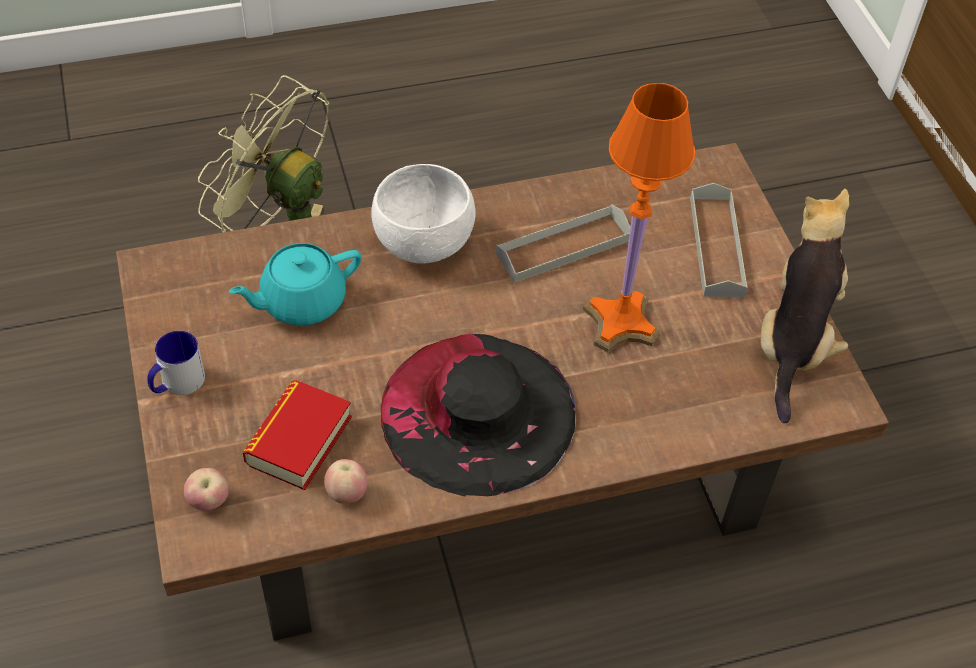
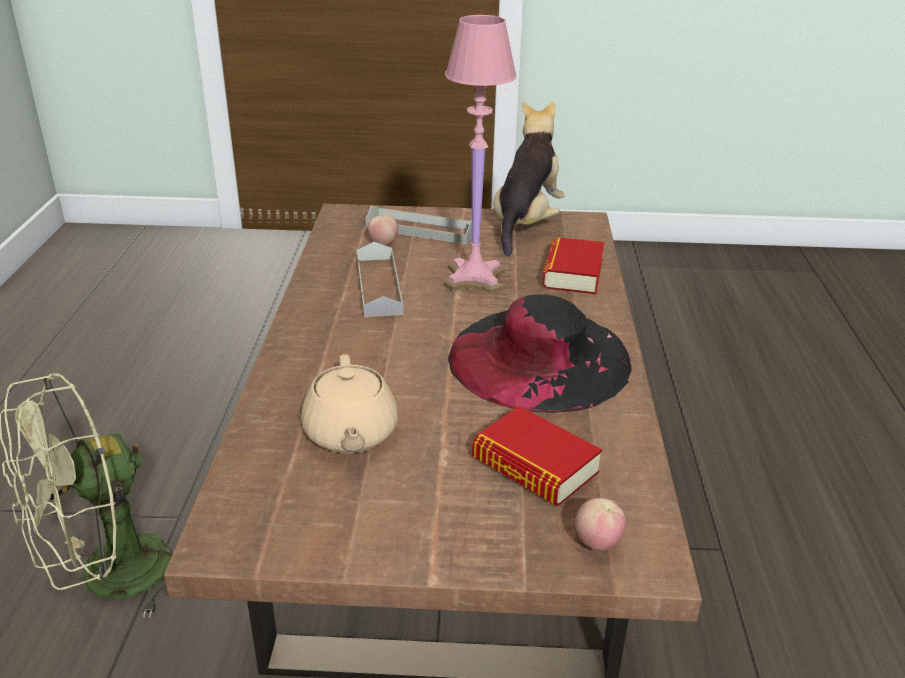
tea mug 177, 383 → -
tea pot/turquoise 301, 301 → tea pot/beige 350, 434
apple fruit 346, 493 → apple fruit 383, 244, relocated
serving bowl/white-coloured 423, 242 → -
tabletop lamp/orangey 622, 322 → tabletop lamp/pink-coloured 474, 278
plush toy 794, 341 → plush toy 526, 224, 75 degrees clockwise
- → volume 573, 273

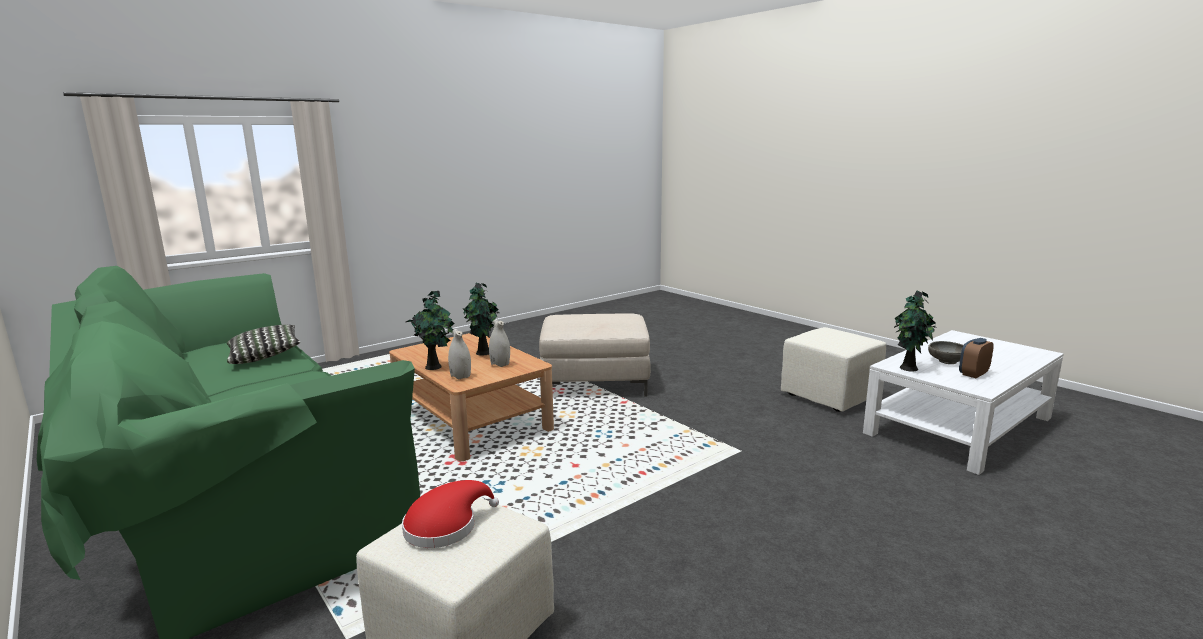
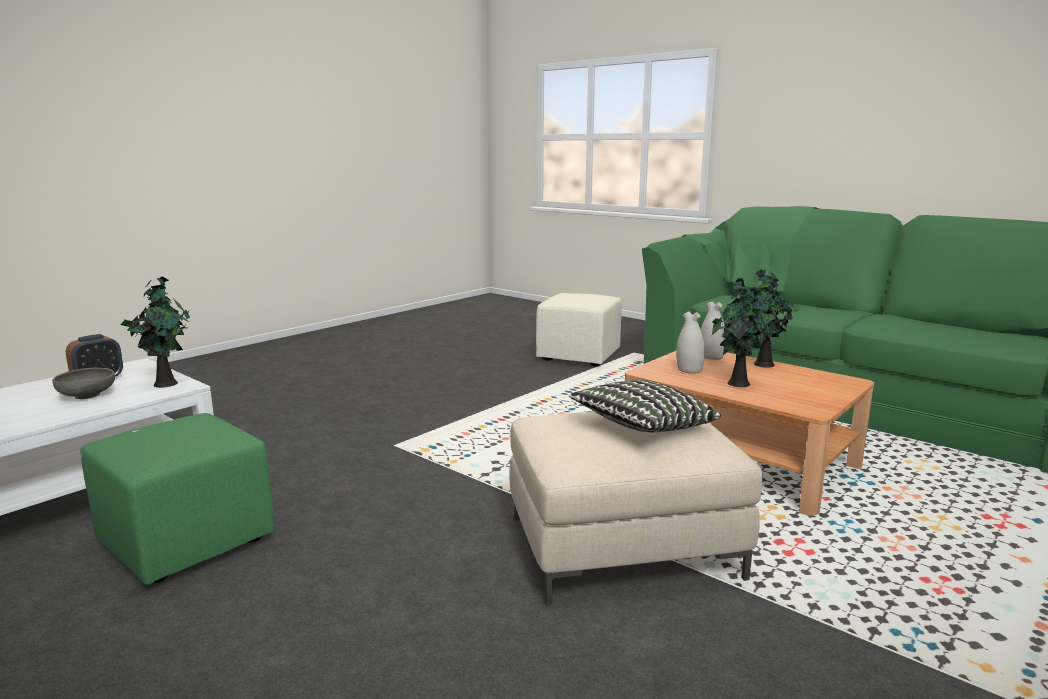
throw pillow 265, 356 → throw pillow 642, 428, relocated
clothing hat/reddish 445, 526 → -
pouffe/beige 831, 396 → pouffe/greenish 185, 541

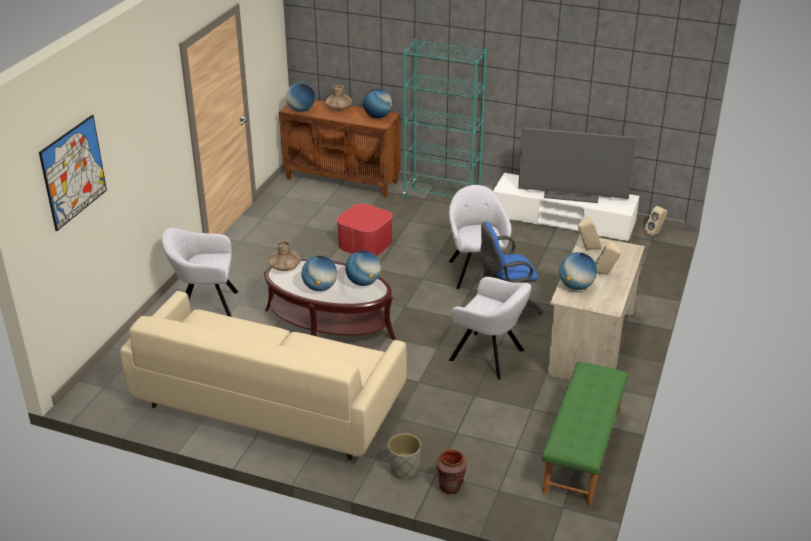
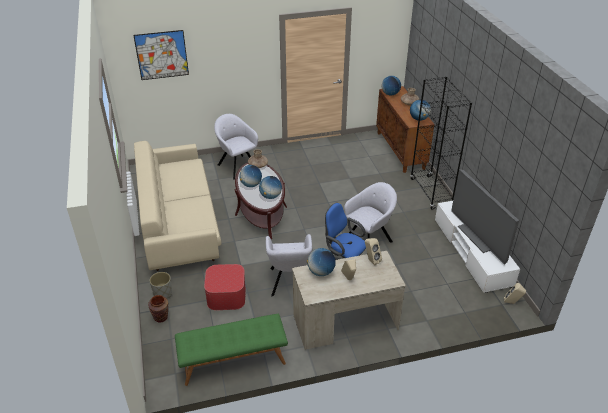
pouffe 365, 243 → pouffe 226, 295, relocated
bookshelf/turquoise 442, 198 → bookshelf/black-coloured 430, 192

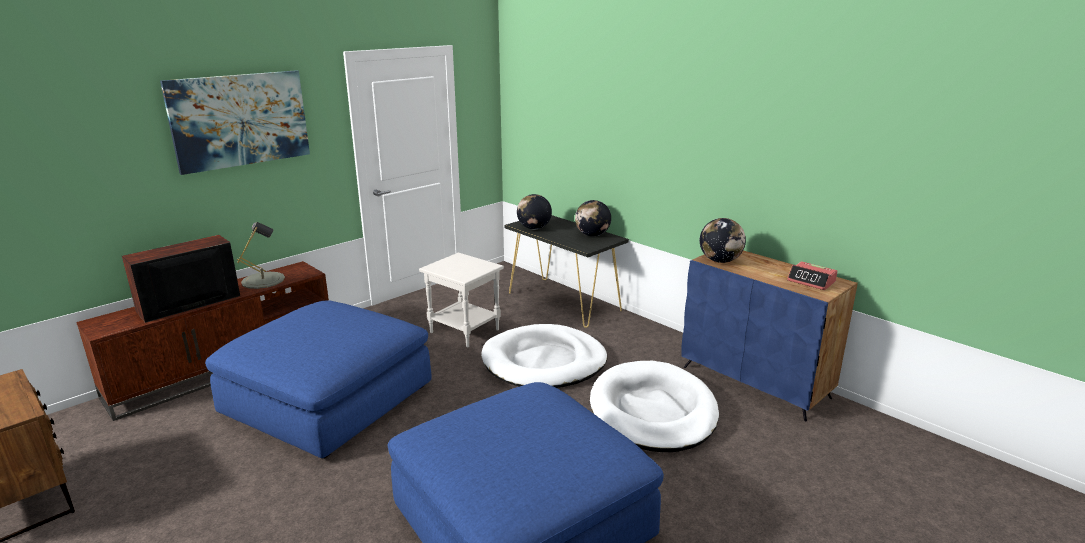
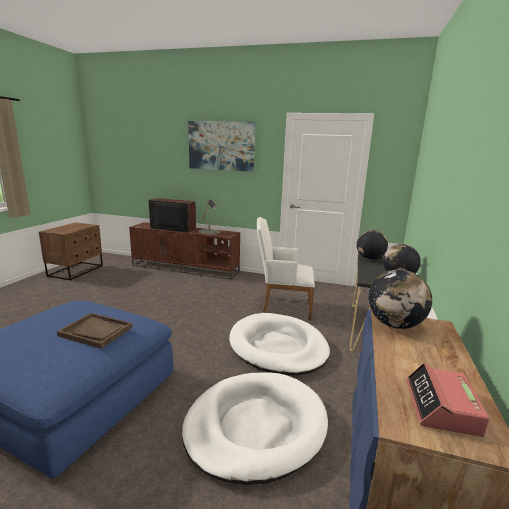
pouffe/bluish 328, 400 → -
side table/white-coloured 463, 331 → easy chair/white-coloured 282, 307
- → tray/brown 96, 331

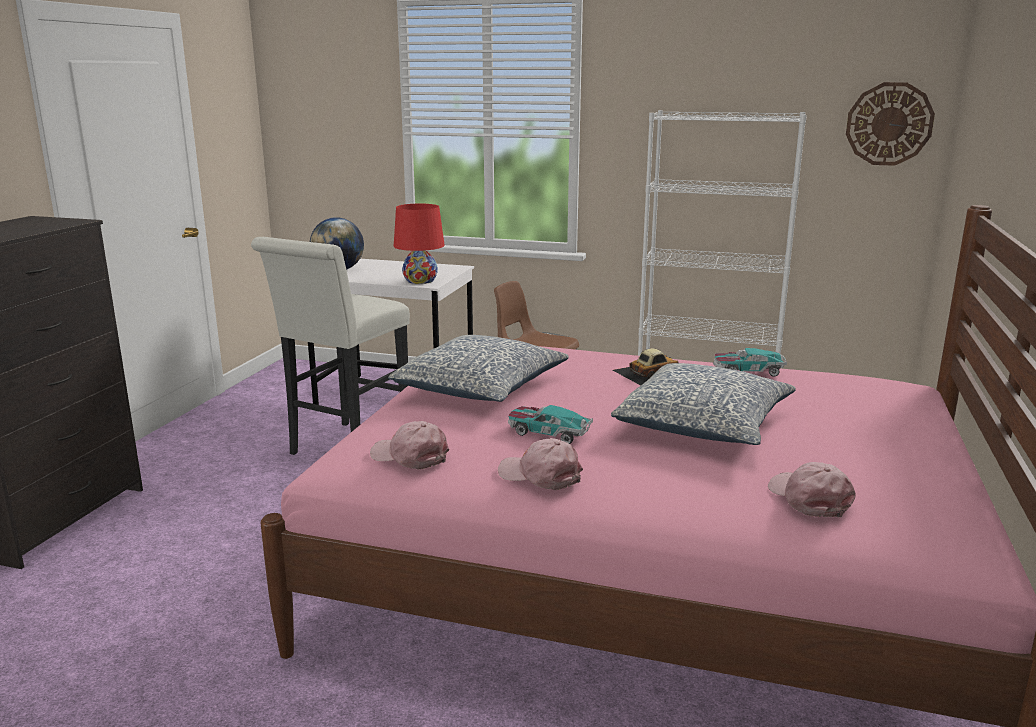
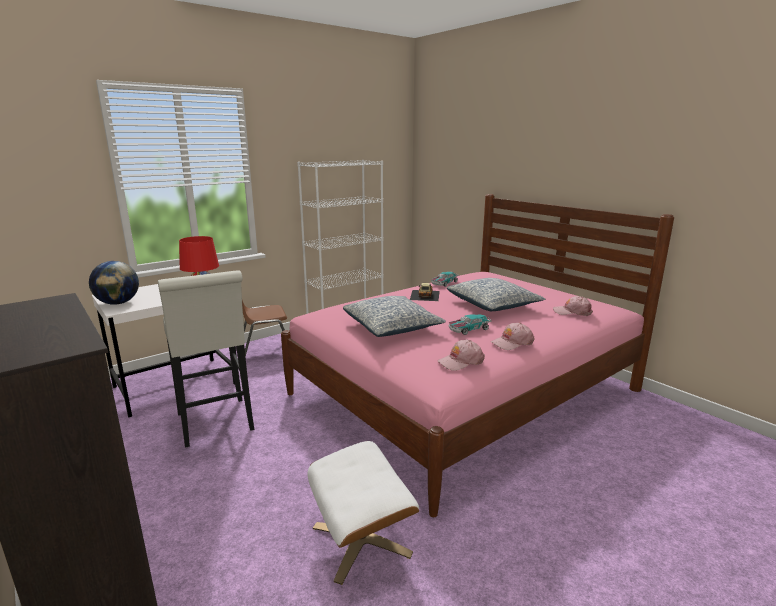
wall clock 889, 124 → -
- → pouffe/white-coloured 362, 540

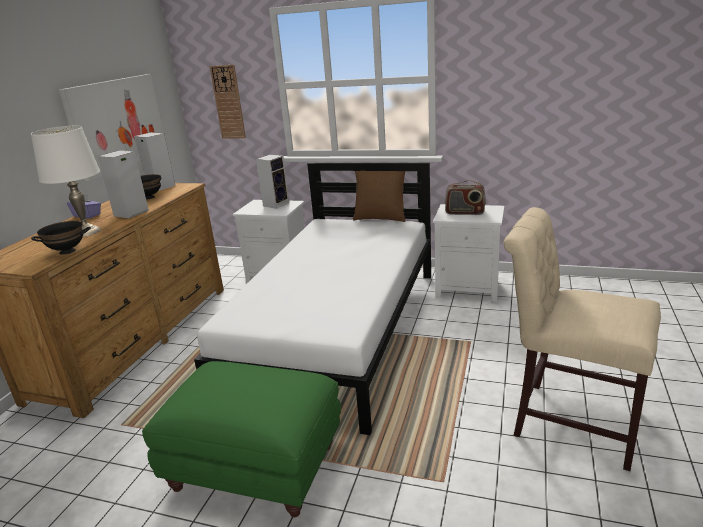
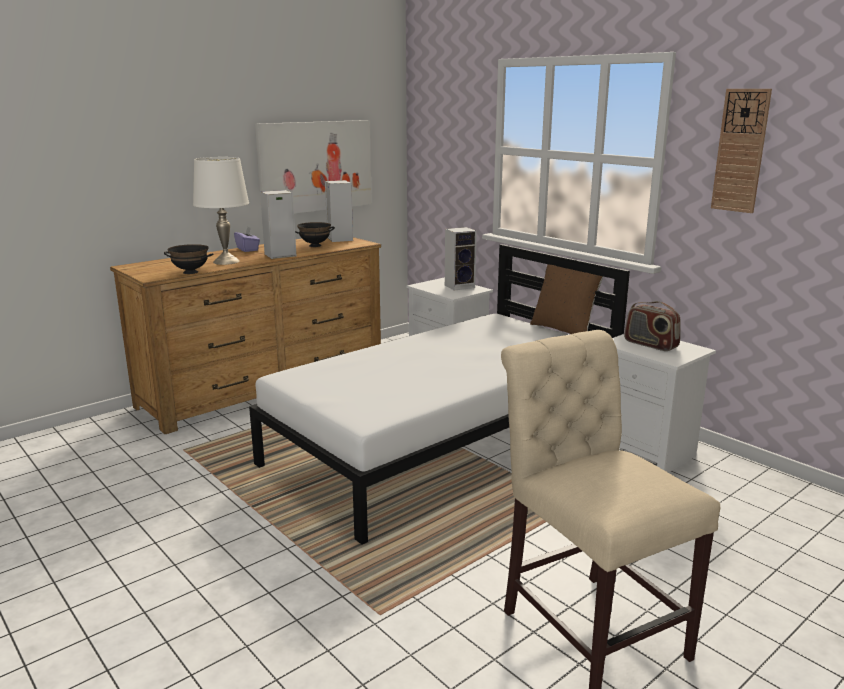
pouffe/greenish 257, 468 → -
wall clock 228, 102 → wall clock 740, 151, relocated

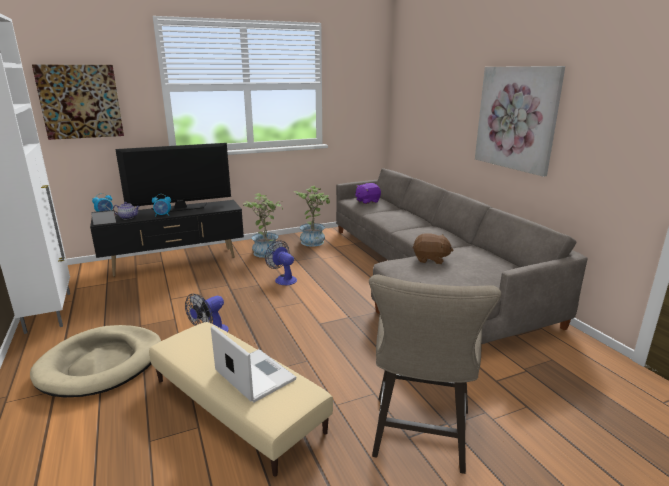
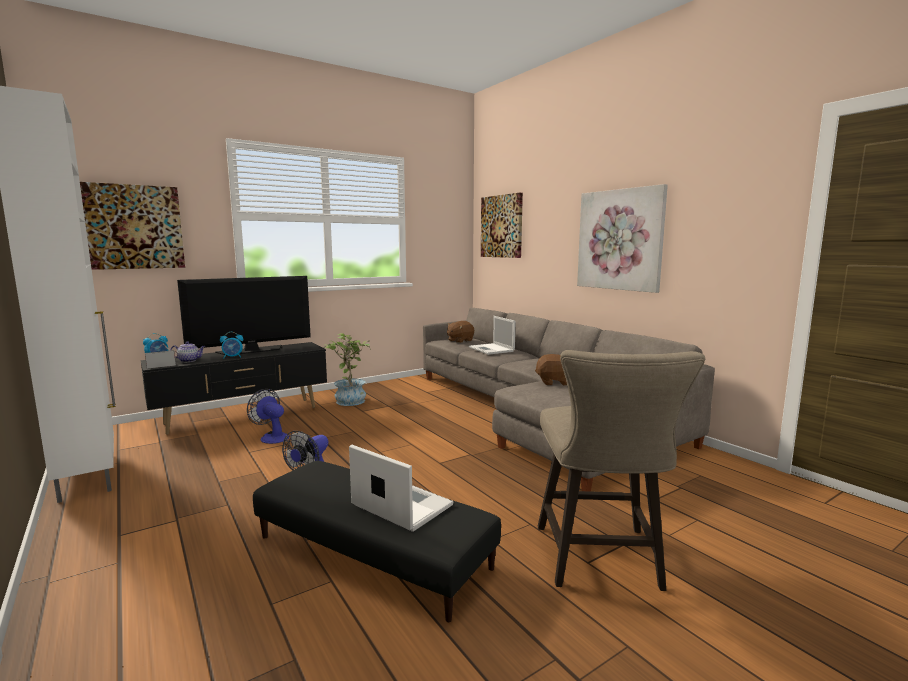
dog cushion/beige 101, 364 → -
pouffe/beige 236, 405 → pouffe/black-coloured 371, 552
cooling fan 283, 279 → cooling fan 271, 437, relocated
plant in a pot 314, 241 → -
plush toy/purplish 367, 201 → plush toy/brown 460, 340
- → notebook computer 492, 349
- → wall picture 502, 226

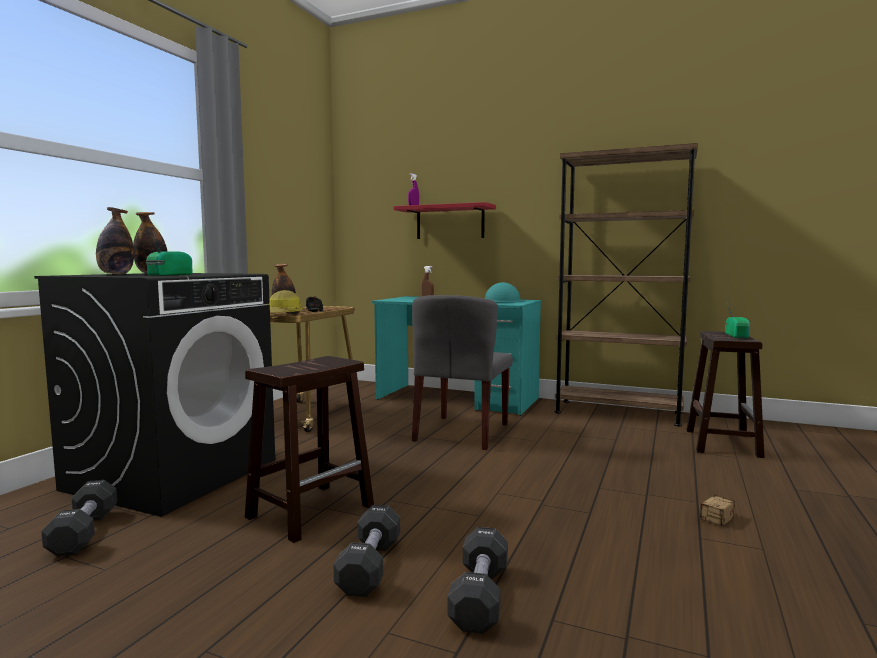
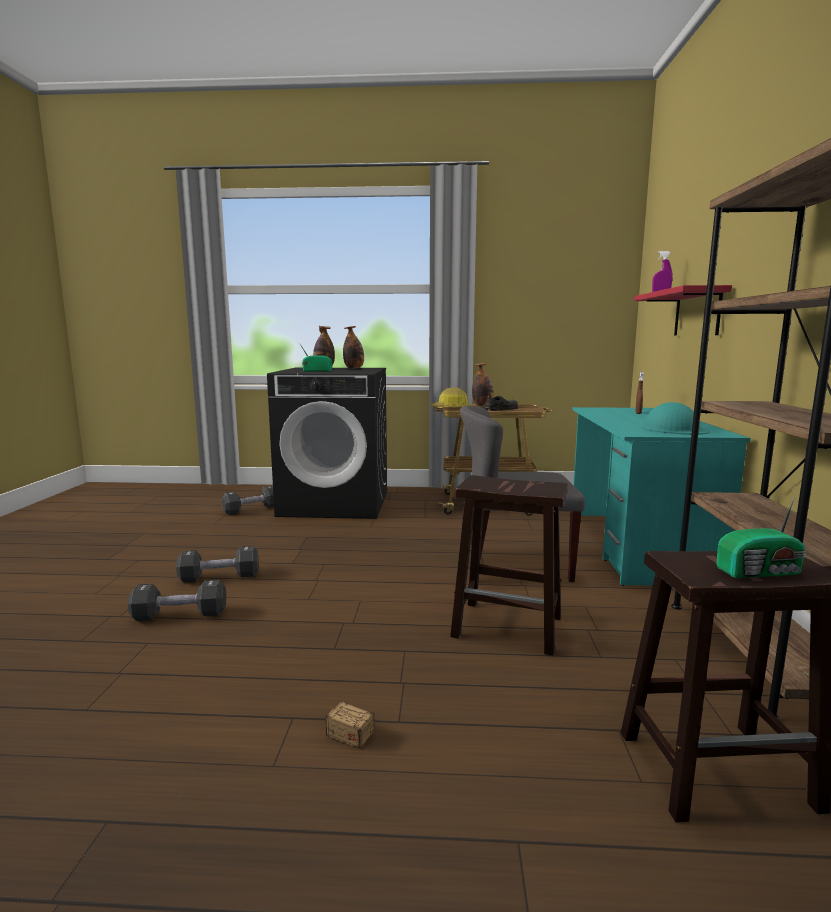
stool/brown 312, 510 → stool/brown 509, 626, relocated

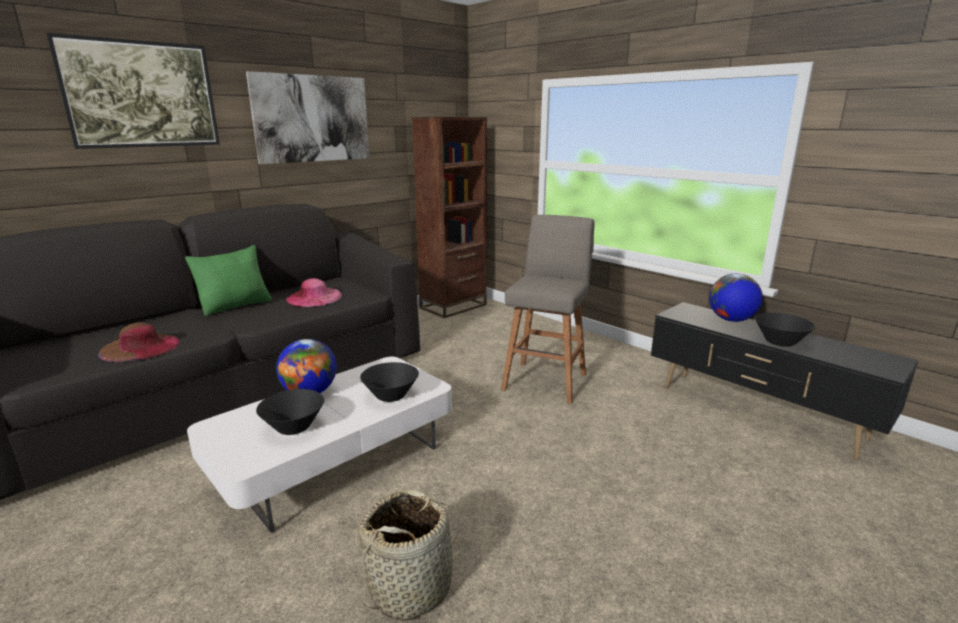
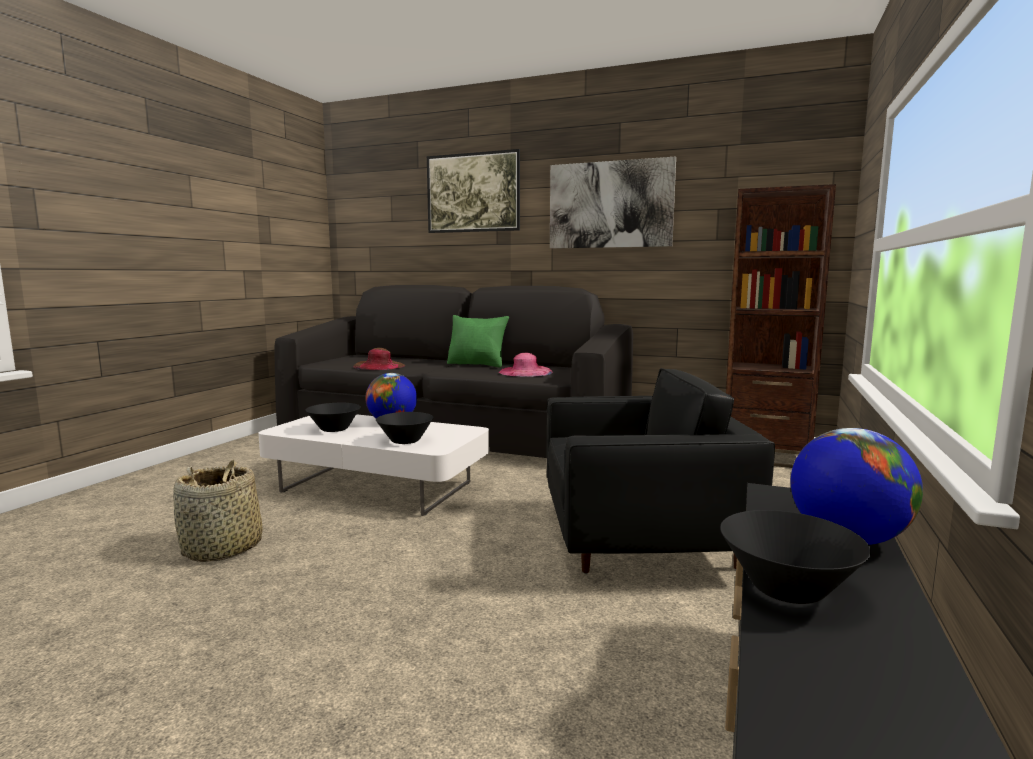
stool/greyish 545, 380 → easy chair/black-coloured 639, 542

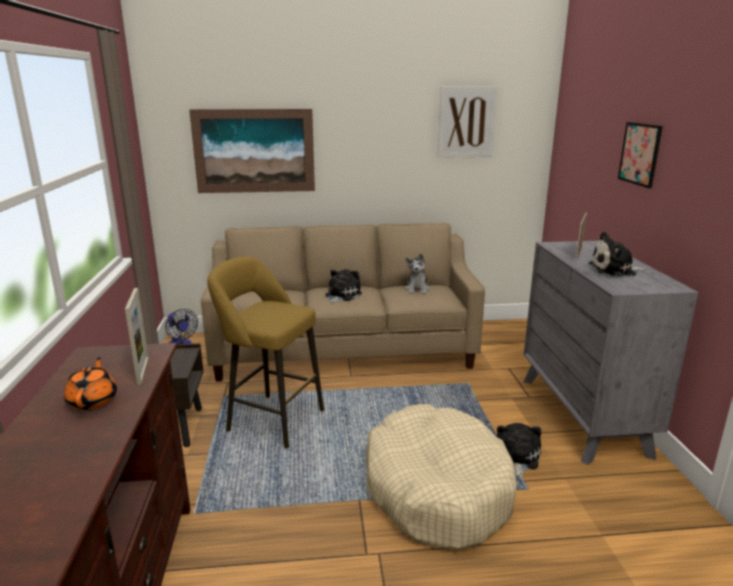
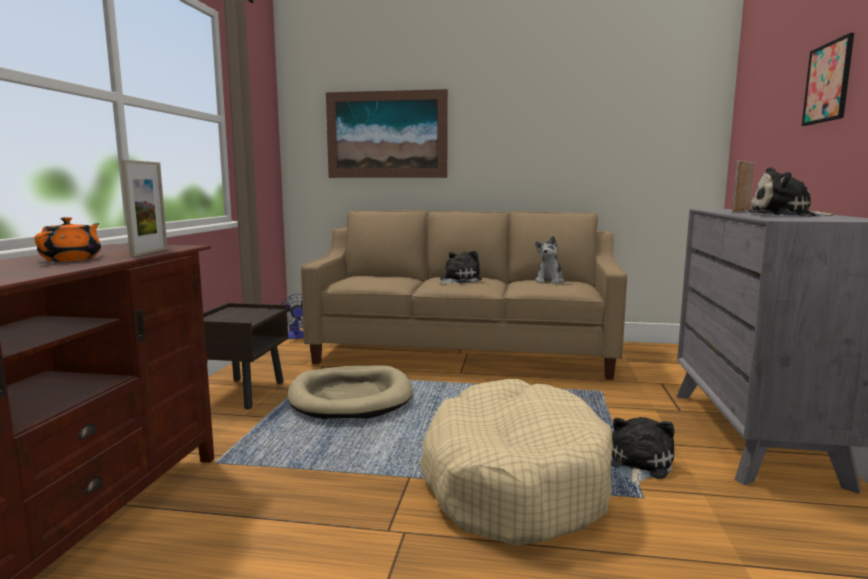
stool/yellow 271, 419 → dog cushion/beige 350, 397
wall picture 466, 122 → -

